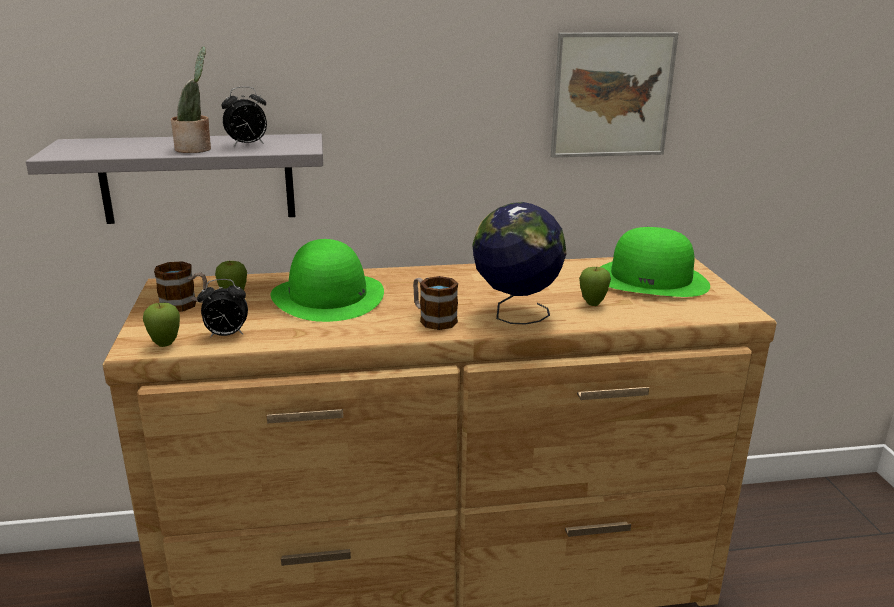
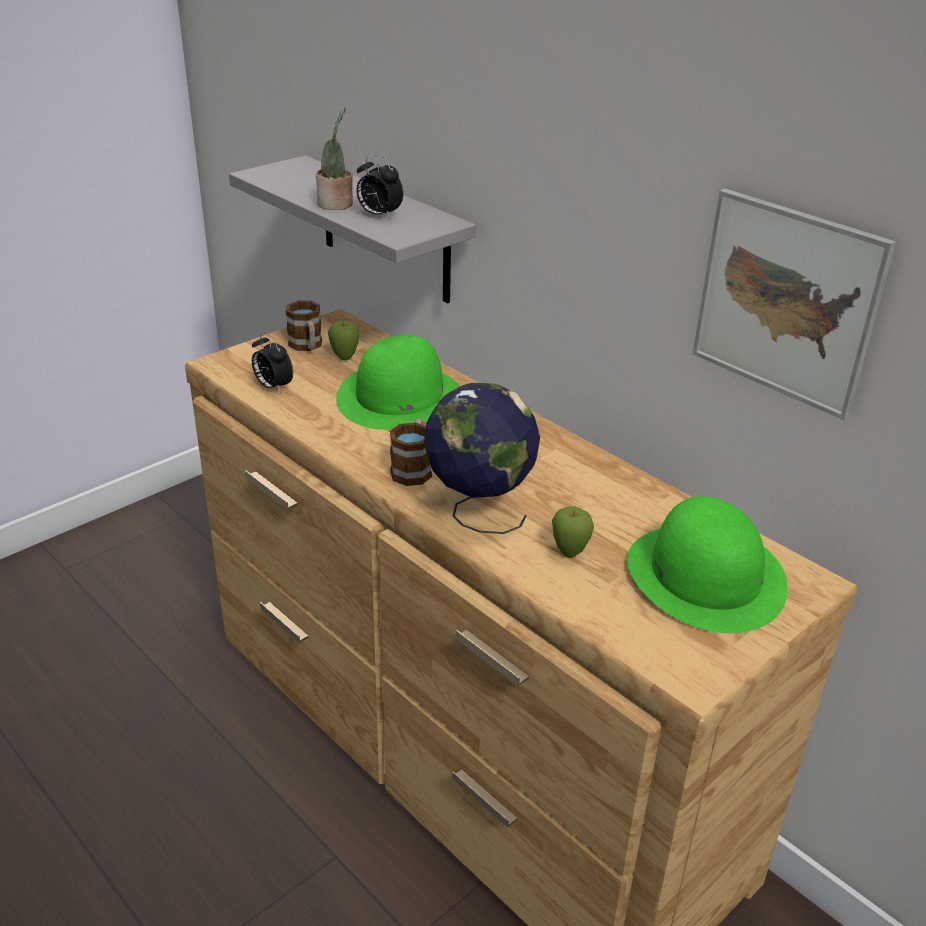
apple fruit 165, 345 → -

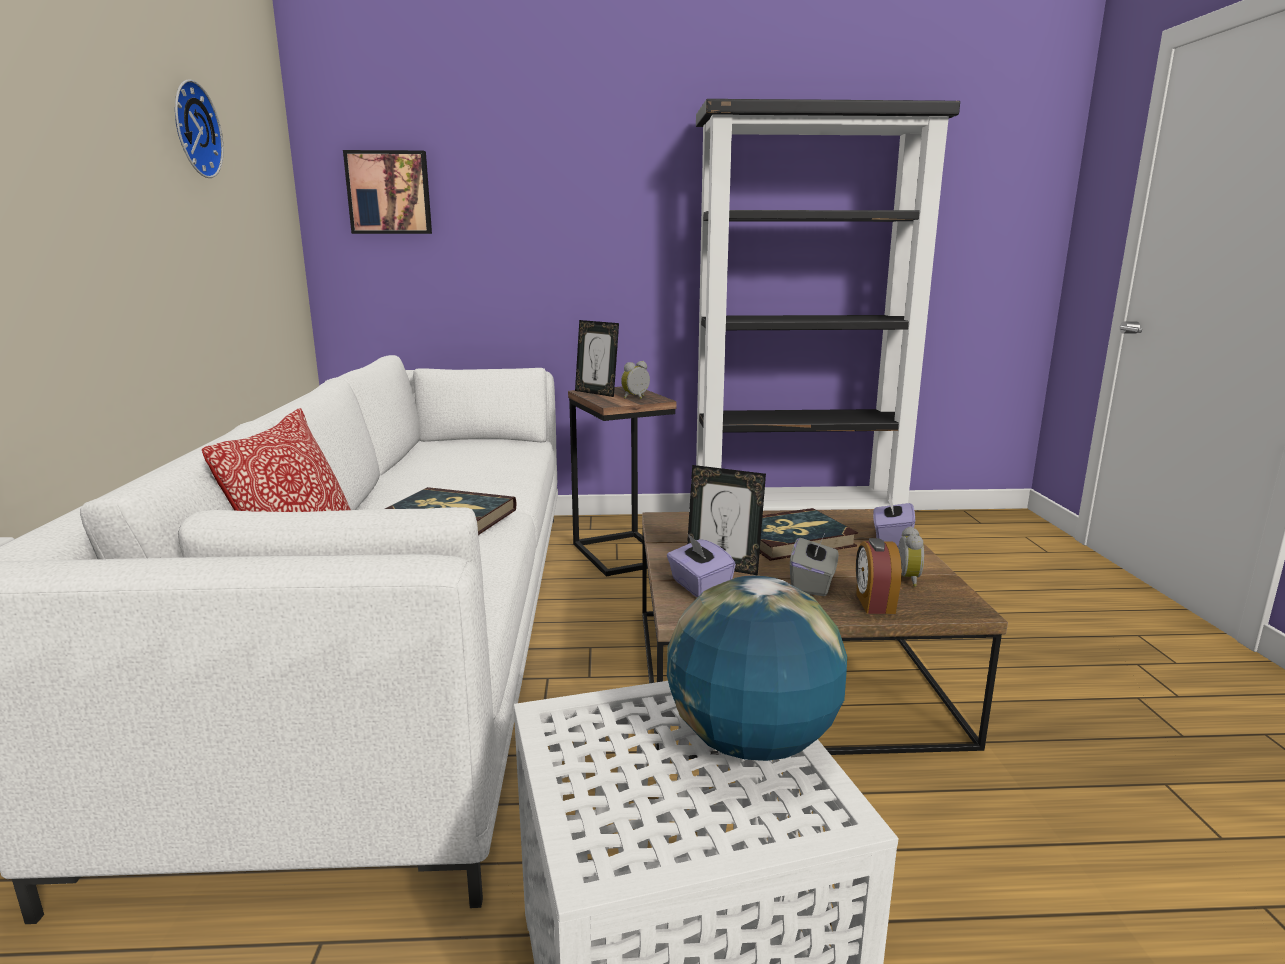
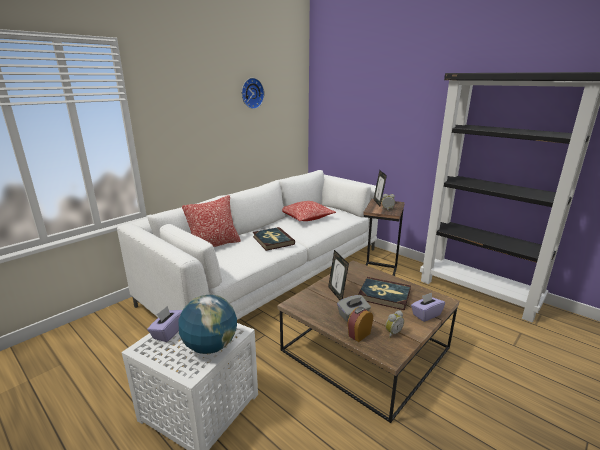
wall picture 389, 193 → -
box of tissues/purplish 699, 586 → box of tissues/purplish 168, 332, relocated
- → throw pillow 306, 217

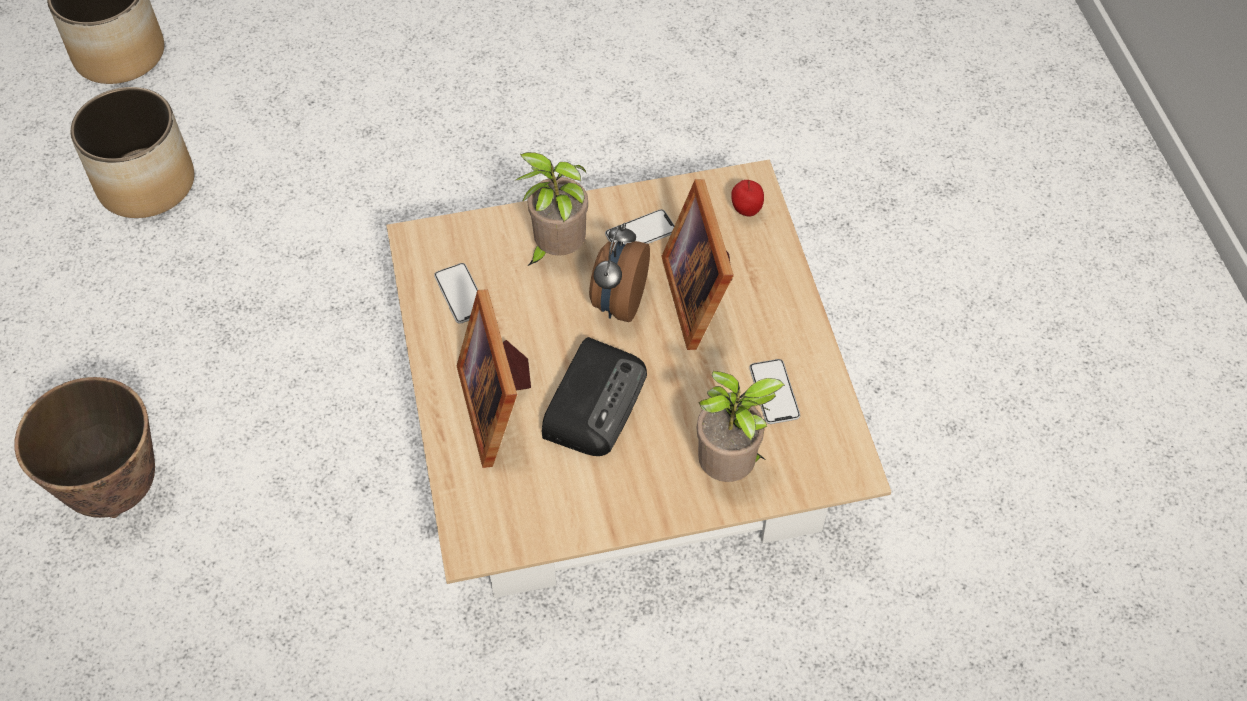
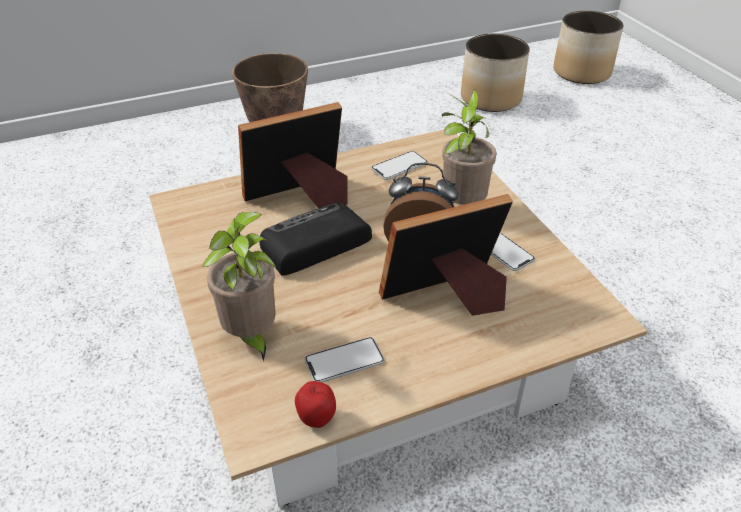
radio 594, 401 → radio 313, 244, 135 degrees clockwise
apple fruit 746, 211 → apple fruit 316, 419, relocated

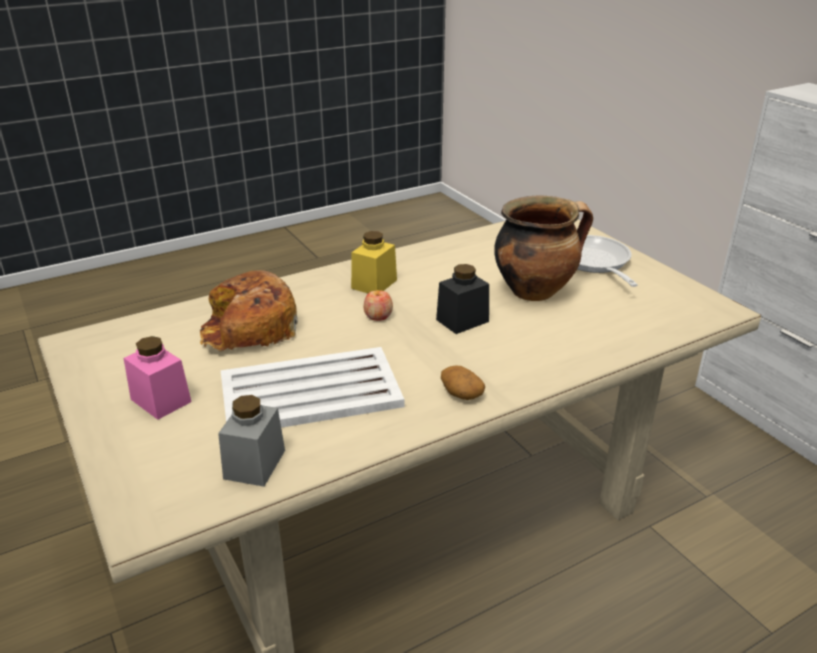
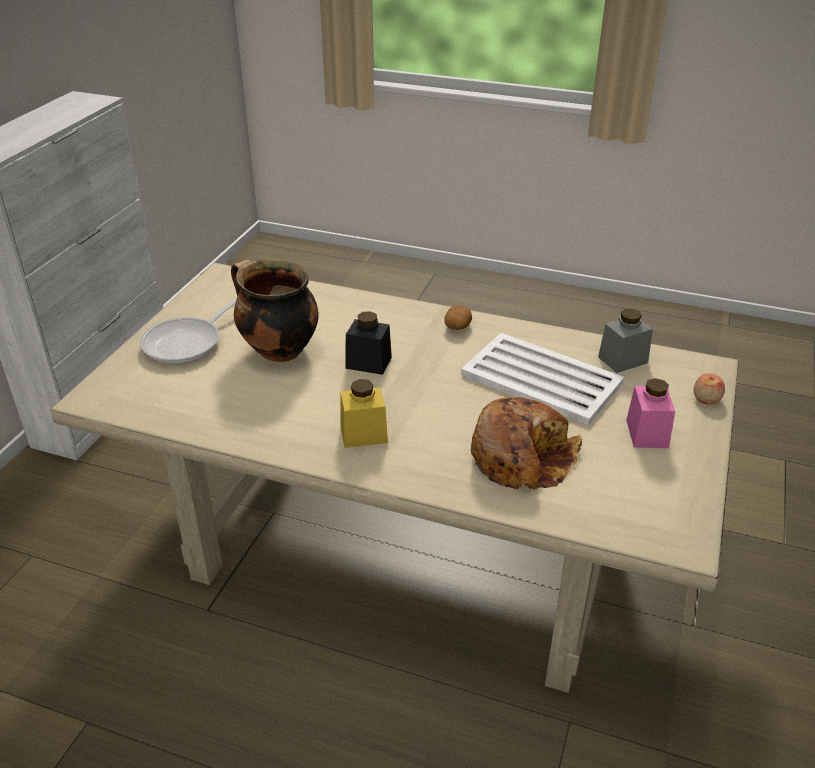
apple fruit 378, 316 → apple fruit 706, 398, relocated

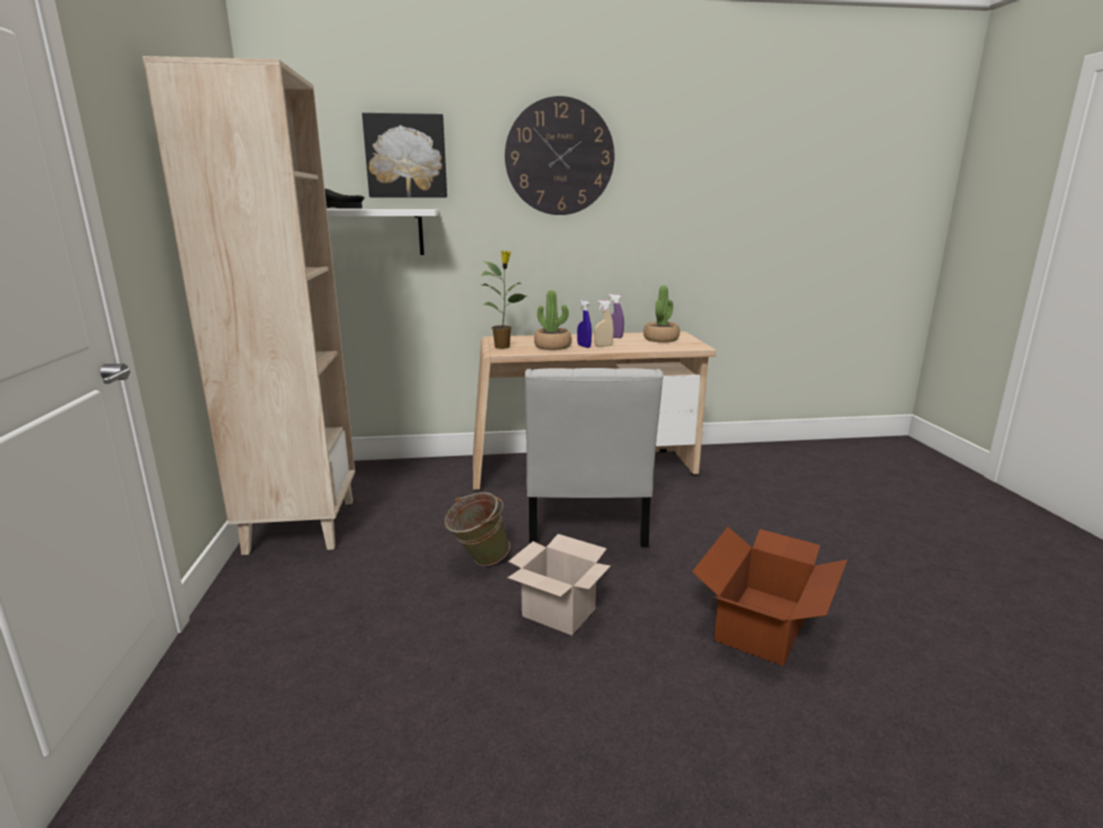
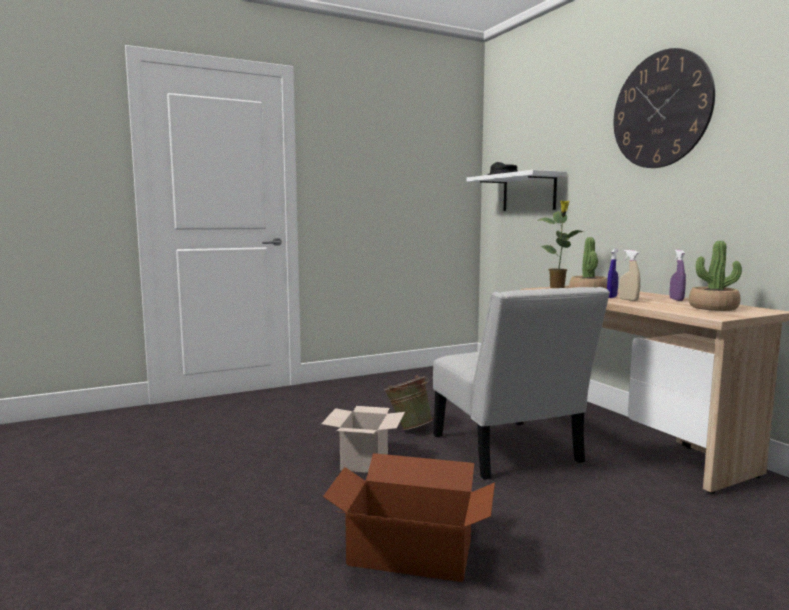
bookshelf/beige 300, 525 → -
wall picture 406, 156 → -
plain chair/white-coloured 585, 523 → plain chair/white-coloured 509, 452, 90 degrees counterclockwise

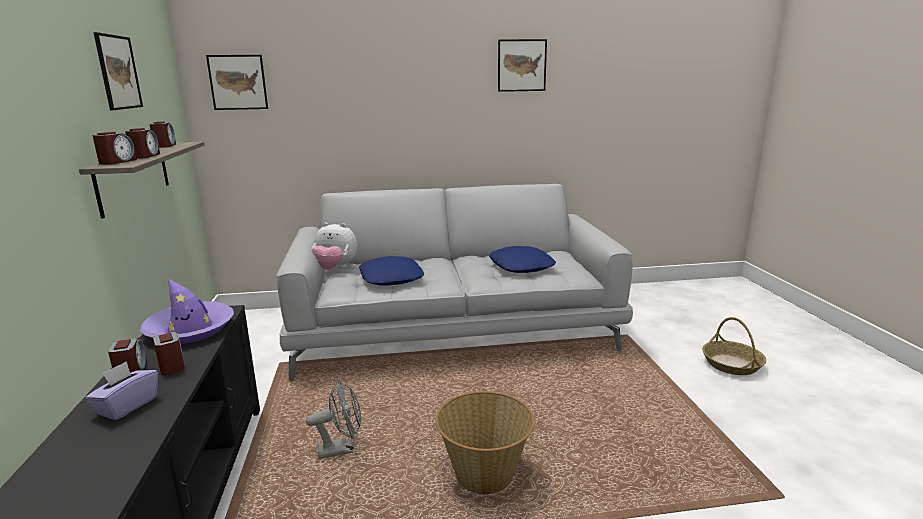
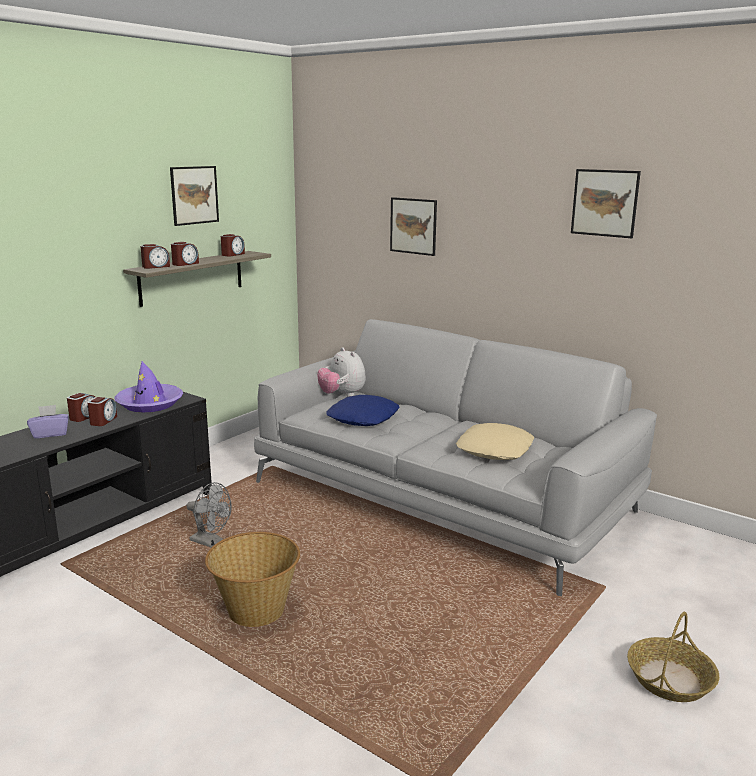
wall picture 238, 82 → wall picture 413, 226, relocated
throw pillow/bluish 521, 266 → throw pillow/beige 495, 450

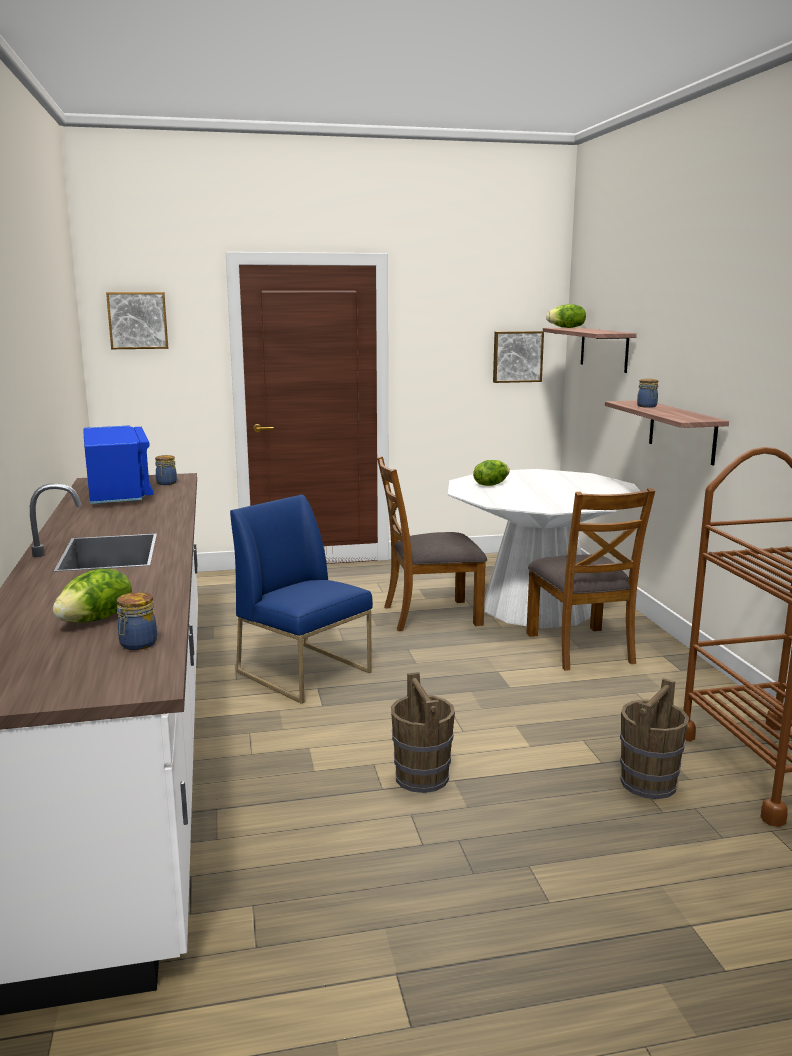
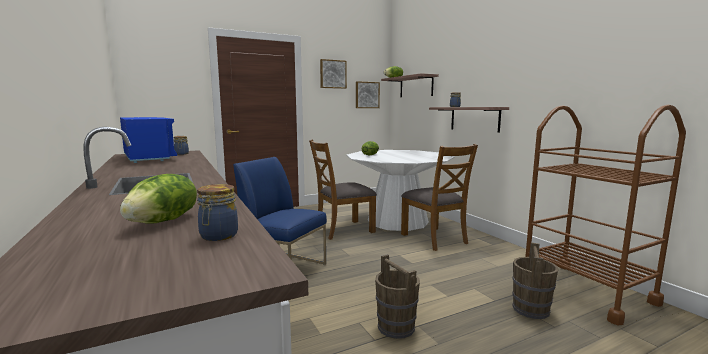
wall picture 138, 320 → wall picture 332, 74, relocated

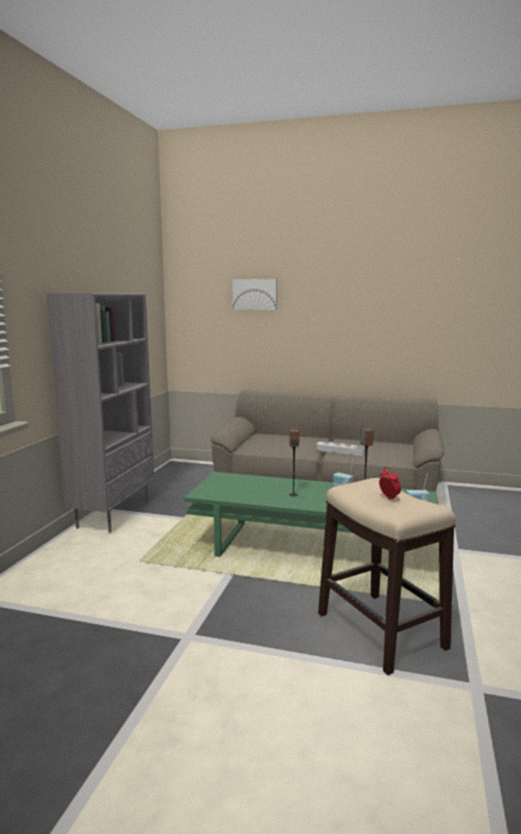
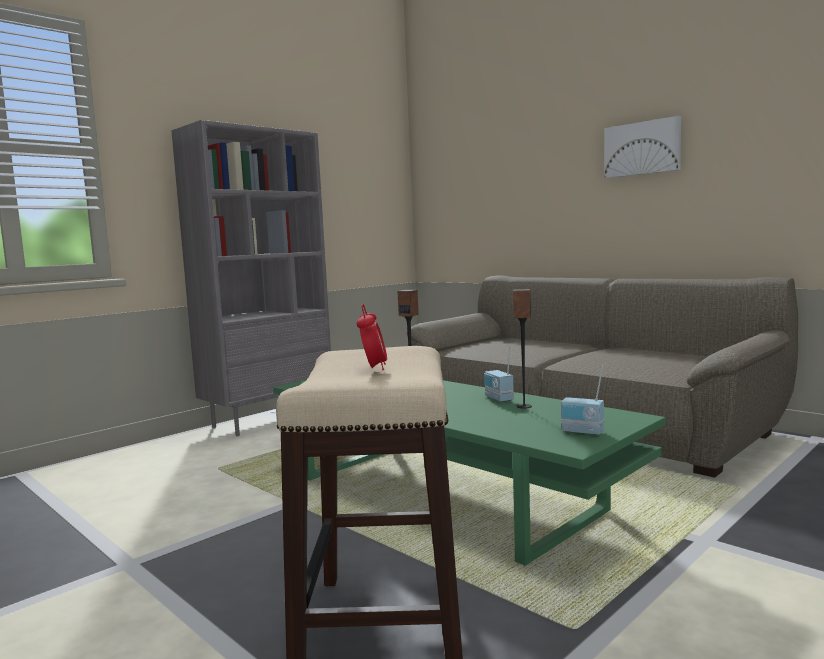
wall picture 255, 294 → wall picture 643, 148, relocated
tray/greyish 340, 451 → -

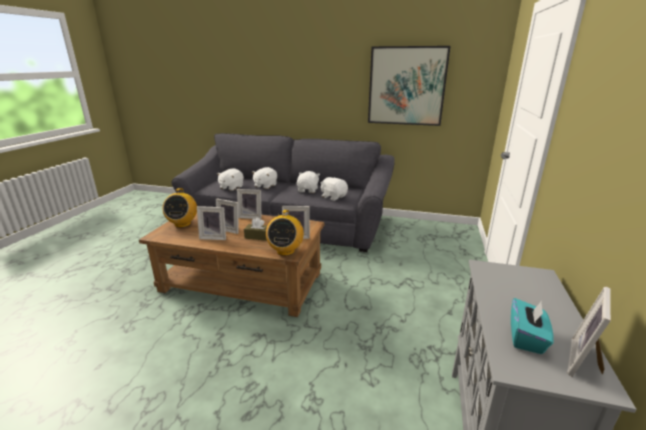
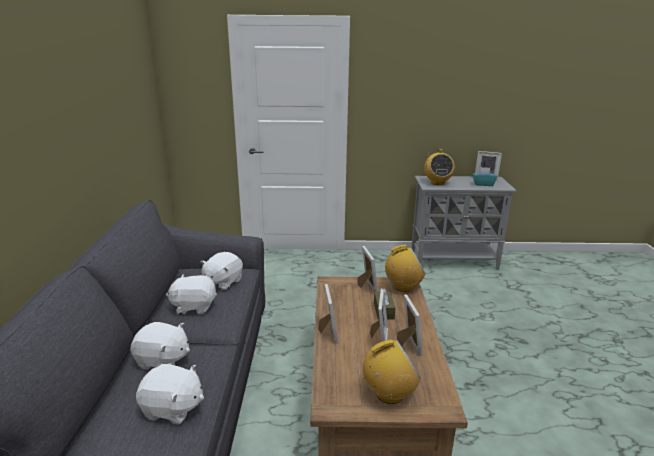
wall picture 406, 86 → -
- → radio 437, 183

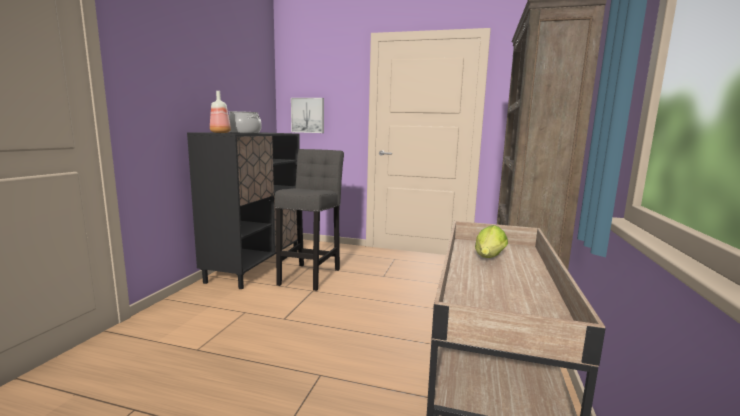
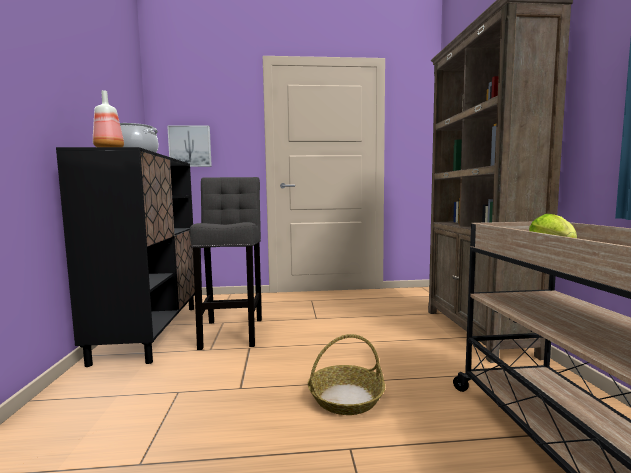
- → basket 346, 398

